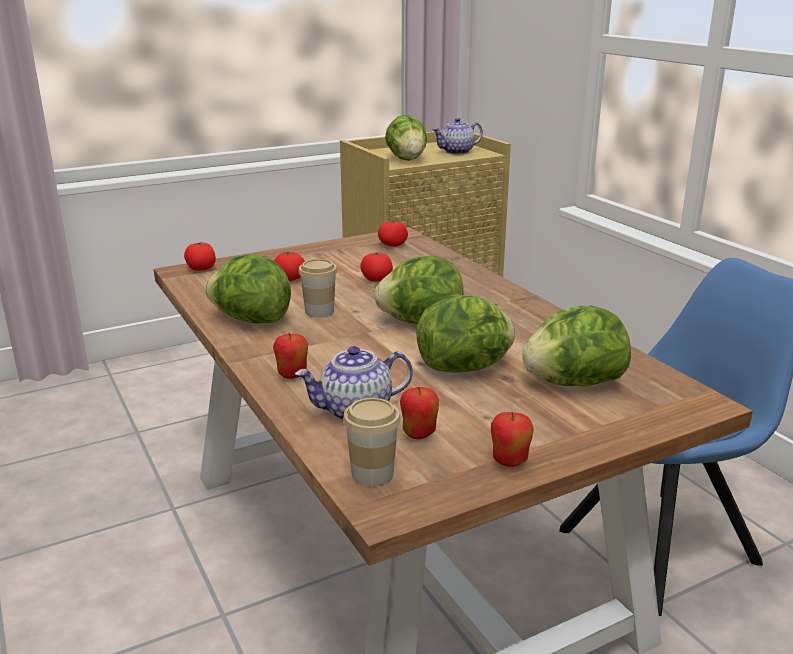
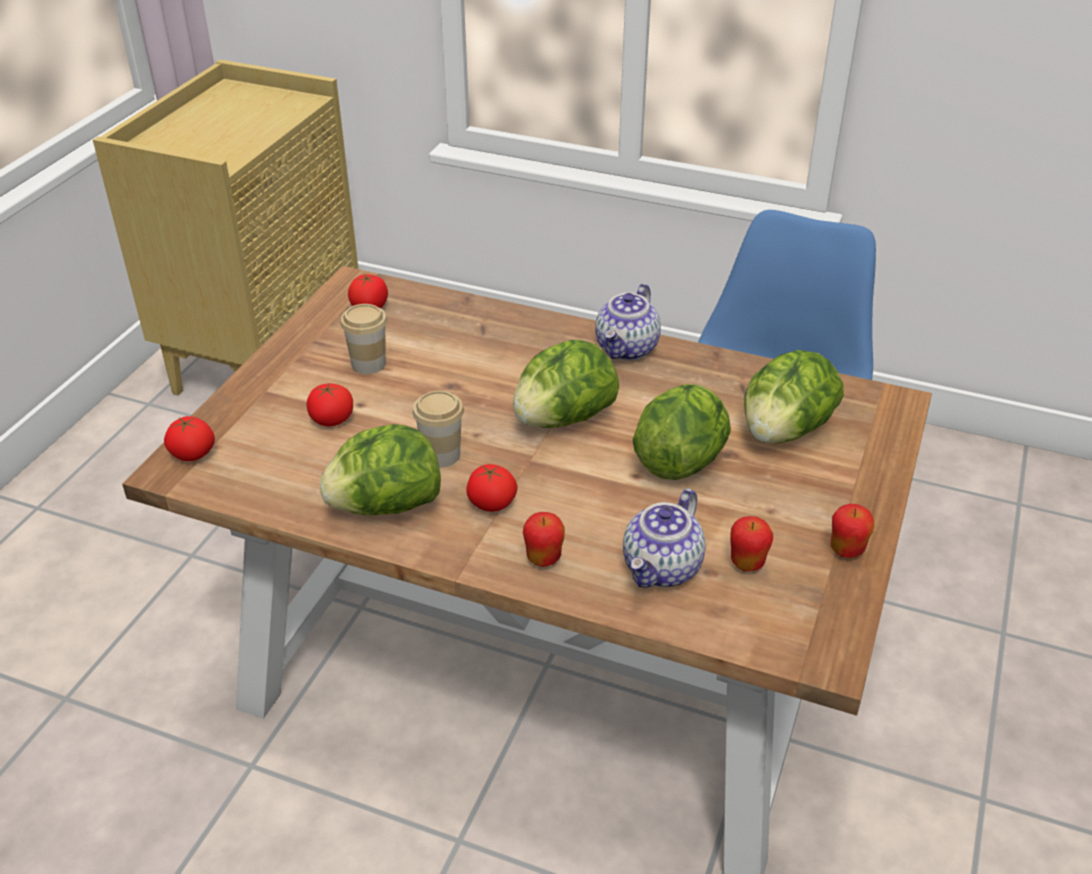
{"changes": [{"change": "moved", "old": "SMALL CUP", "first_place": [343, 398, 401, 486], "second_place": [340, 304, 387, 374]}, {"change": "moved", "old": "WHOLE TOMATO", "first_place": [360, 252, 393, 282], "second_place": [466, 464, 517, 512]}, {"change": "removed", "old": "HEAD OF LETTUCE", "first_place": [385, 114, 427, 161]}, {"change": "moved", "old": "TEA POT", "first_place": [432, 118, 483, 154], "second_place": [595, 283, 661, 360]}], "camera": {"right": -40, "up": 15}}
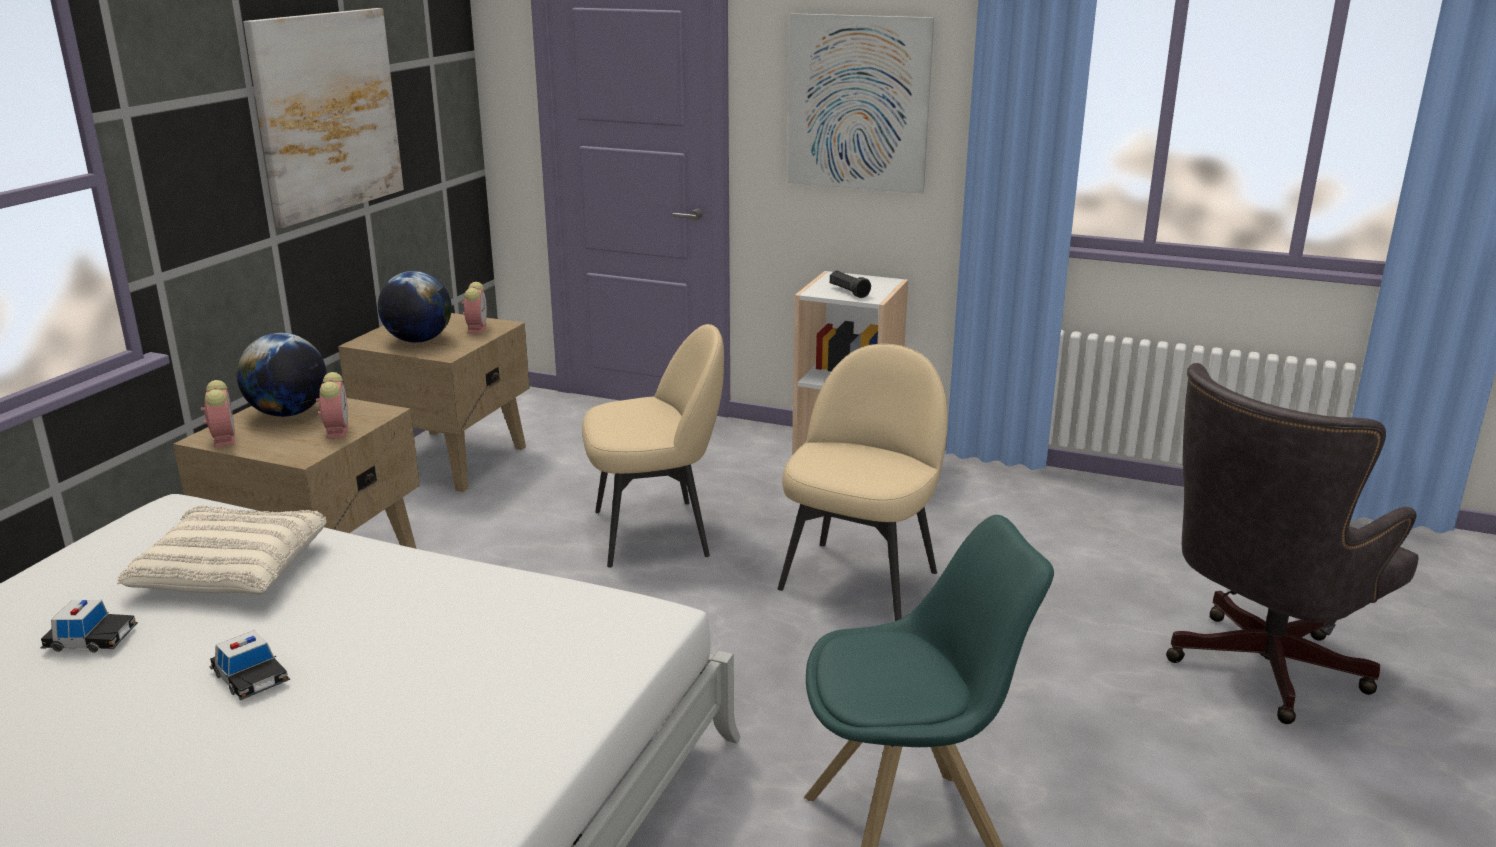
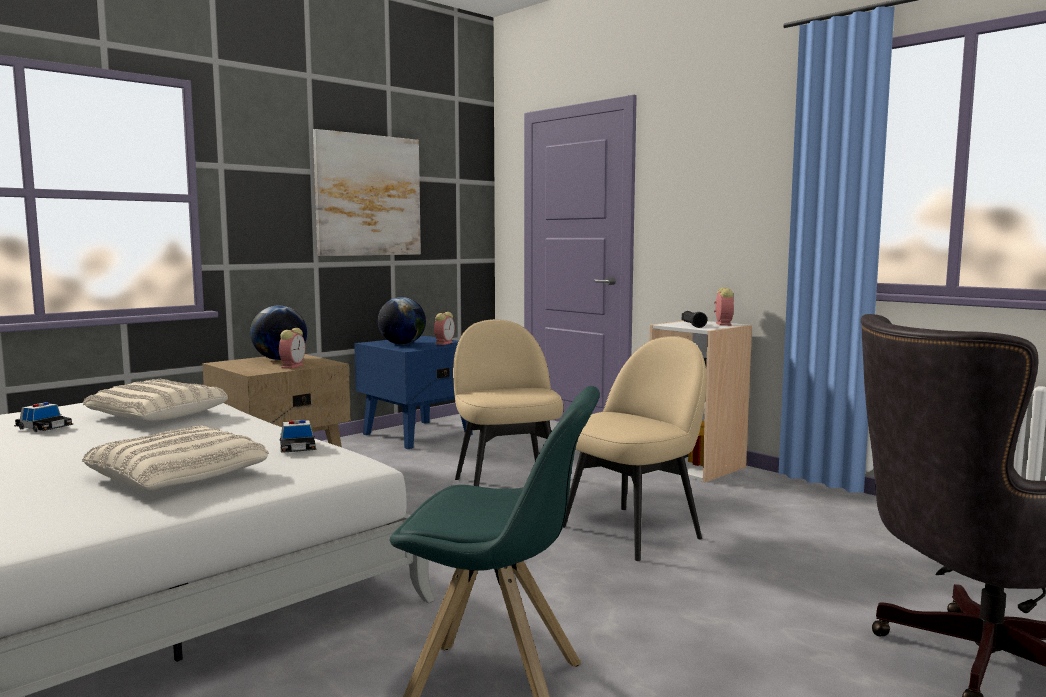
{"changes": [{"change": "moved", "old": "TABLE CLOCK", "first_place": [201, 380, 235, 448], "second_place": [714, 287, 734, 326]}, {"change": "moved", "old": "TOY CAR", "first_place": [209, 630, 290, 700], "second_place": [280, 420, 316, 453]}, {"change": "recoloured", "old": "BEIGE-COLOURED BEDSIDE TABLE", "new": "BLUE-COLOURED BEDSIDE TABLE", "first_place": [338, 313, 530, 492], "second_place": [354, 336, 473, 449]}, {"change": "turned", "old": "BEIGE-COLOURED UPRIGHT CHAIR", "first_place": [582, 324, 724, 568], "second_place": [453, 319, 563, 486], "degrees": -120}, {"change": "removed", "old": "WALL ART", "first_place": [788, 13, 934, 194]}, {"change": "added", "new": "BEIGE-COLOURED THROW PILLOW", "second_place": [82, 425, 269, 491]}], "camera": {"right": 25, "up": -15}}
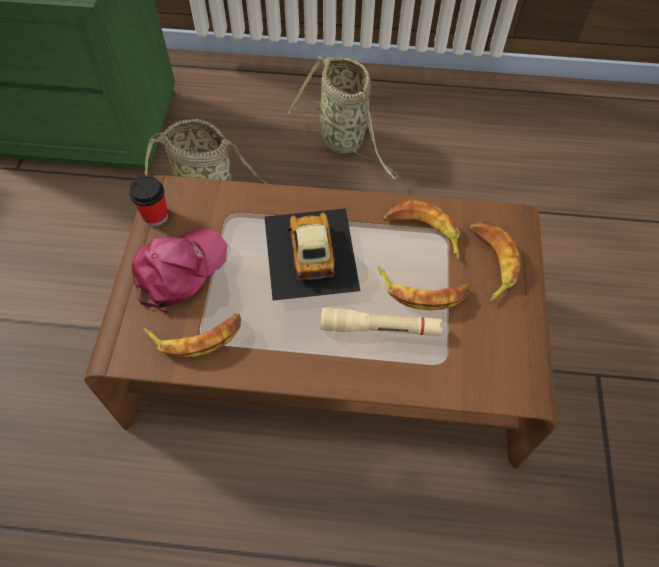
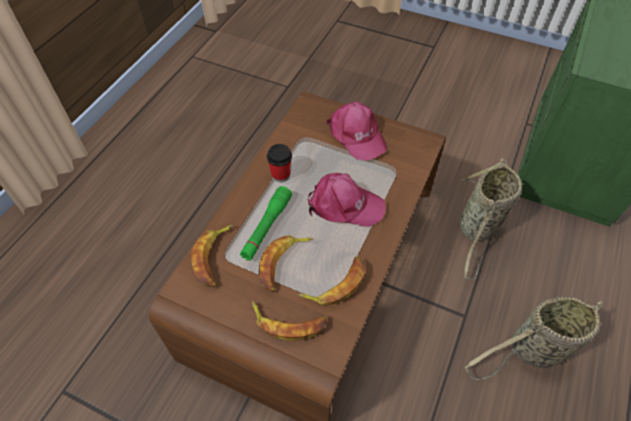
{"changes": [{"change": "moved", "old": "SMALL CUP", "first_place": [129, 175, 168, 226], "second_place": [267, 144, 292, 182]}, {"change": "moved", "old": "BANANA FRUIT", "first_place": [143, 313, 241, 358], "second_place": [191, 225, 233, 287]}, {"change": "replaced", "old": "TOY CAR", "new": "PINKISH BASEBALL CAP", "first_place": [265, 208, 360, 301], "second_place": [308, 173, 386, 227]}, {"change": "recoloured", "old": "BEIGE-COLOURED FLASHLIGHT", "new": "GREENISH FLASHLIGHT", "first_place": [321, 307, 442, 336], "second_place": [240, 186, 292, 261]}], "camera": {"right": 110, "up": -5}}
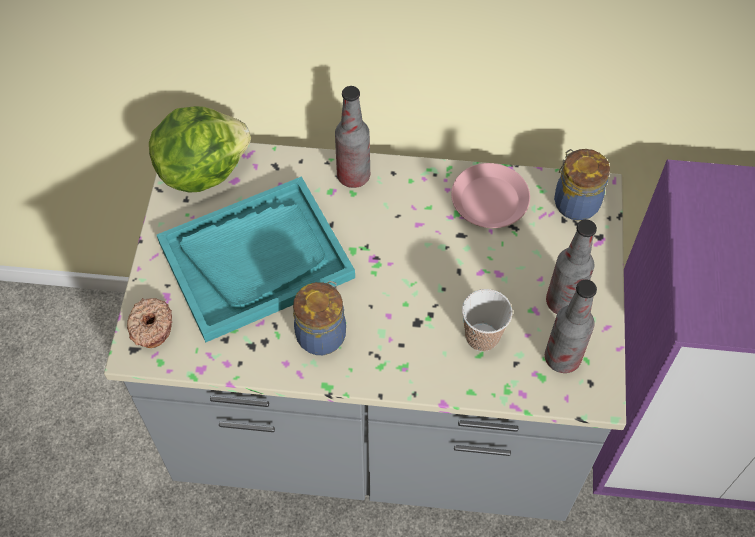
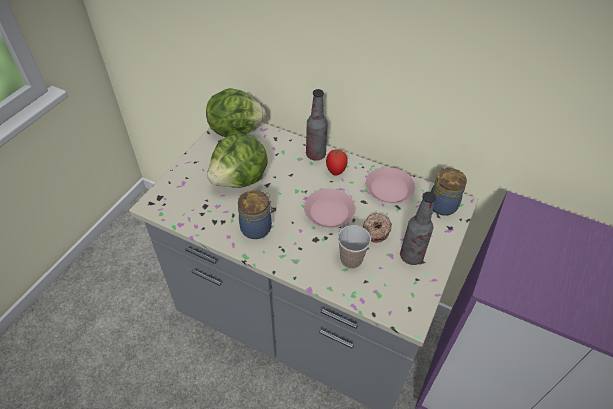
{"changes": [{"change": "moved", "old": "RING DOUGHNUT", "first_place": [127, 298, 172, 348], "second_place": [363, 213, 392, 243]}, {"change": "replaced", "old": "TURQUOISE SERVING TRAY", "new": "HEAD OF LETTUCE", "first_place": [157, 177, 355, 342], "second_place": [207, 134, 268, 188]}, {"change": "removed", "old": "DRINK BOTTLE", "first_place": [545, 280, 597, 373]}, {"change": "added", "new": "PINKISH DINNER PLATE", "second_place": [304, 189, 355, 228]}, {"change": "added", "new": "WHOLE TOMATO", "second_place": [326, 149, 348, 176]}], "camera": {"right": 20, "up": -10}}
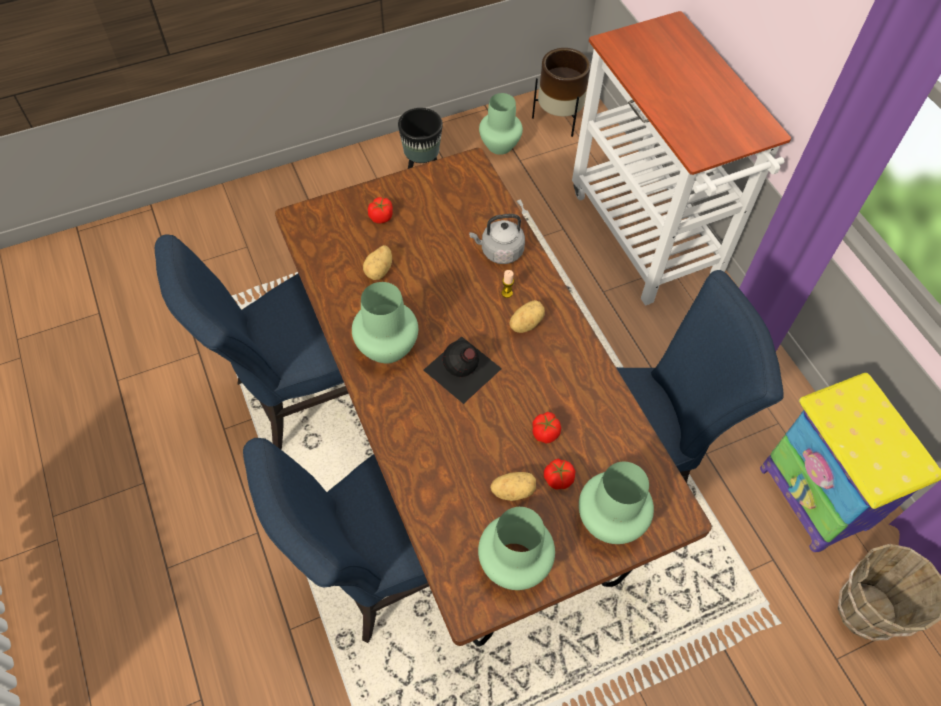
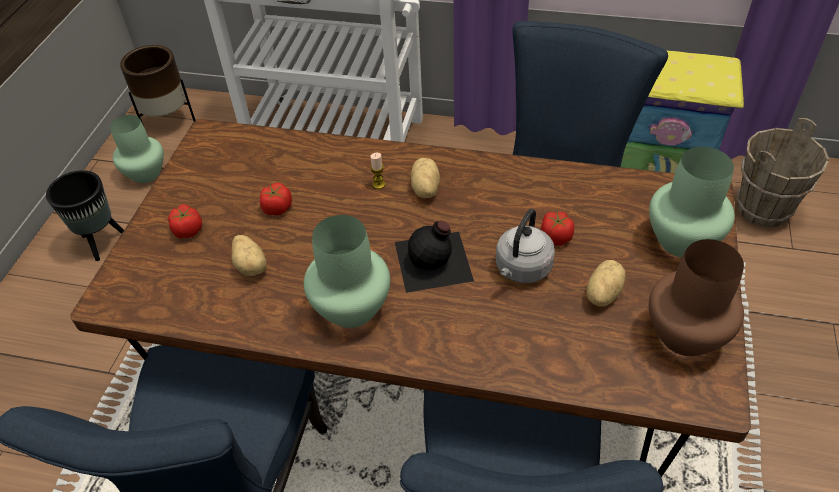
{"changes": [{"change": "moved", "old": "GREYISH TEA KETTLE", "first_place": [469, 214, 525, 264], "second_place": [496, 208, 555, 283]}, {"change": "recoloured", "old": "GREENISH DECORATIVE VASE", "new": "BROWN DECORATIVE VASE", "first_place": [478, 507, 555, 590], "second_place": [649, 239, 744, 356]}, {"change": "moved", "old": "WHOLE TOMATO", "first_place": [544, 458, 575, 490], "second_place": [260, 183, 292, 215]}], "camera": {"right": -50, "up": -10}}
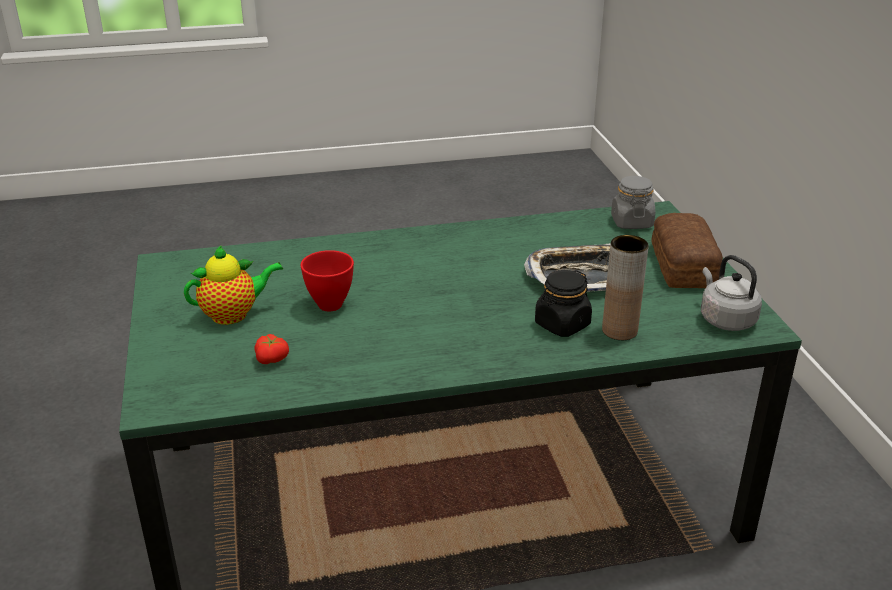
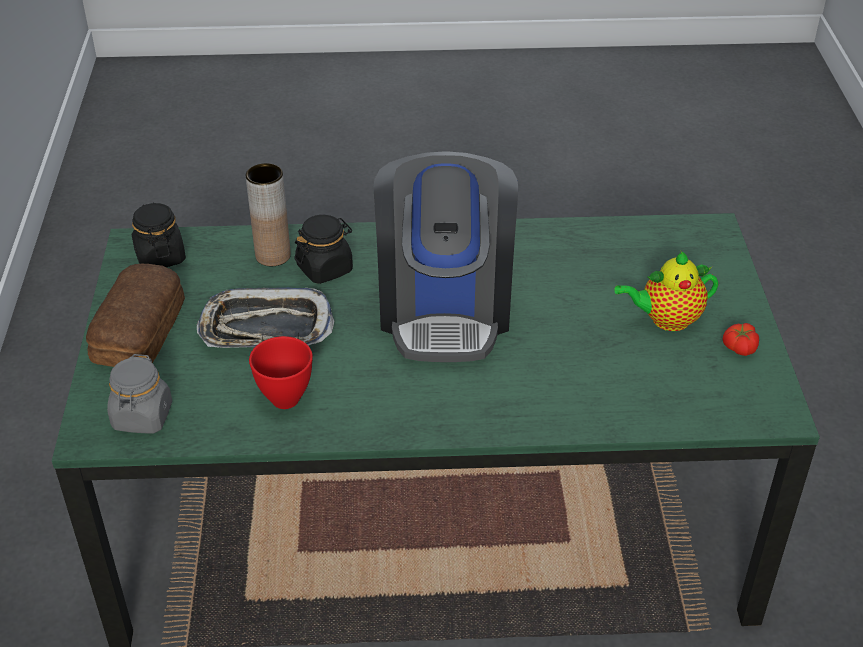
{"changes": [{"change": "moved", "old": "WHOLE TOMATO", "first_place": [255, 334, 289, 364], "second_place": [723, 323, 759, 356]}, {"change": "moved", "old": "RED-COLOURED DEEP DISH", "first_place": [300, 250, 354, 311], "second_place": [249, 336, 313, 409]}, {"change": "replaced", "old": "GREYISH TEA KETTLE", "new": "BLACK STORAGE JAR", "first_place": [701, 255, 762, 331], "second_place": [132, 203, 186, 267]}, {"change": "added", "new": "COFFEE MACHINE", "second_place": [374, 151, 518, 362]}], "camera": {"right": -170, "up": 10}}
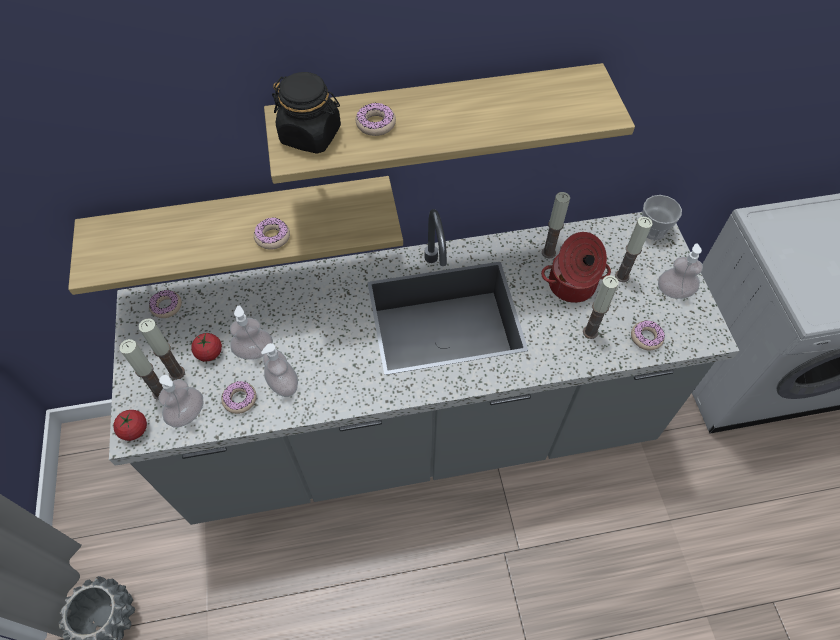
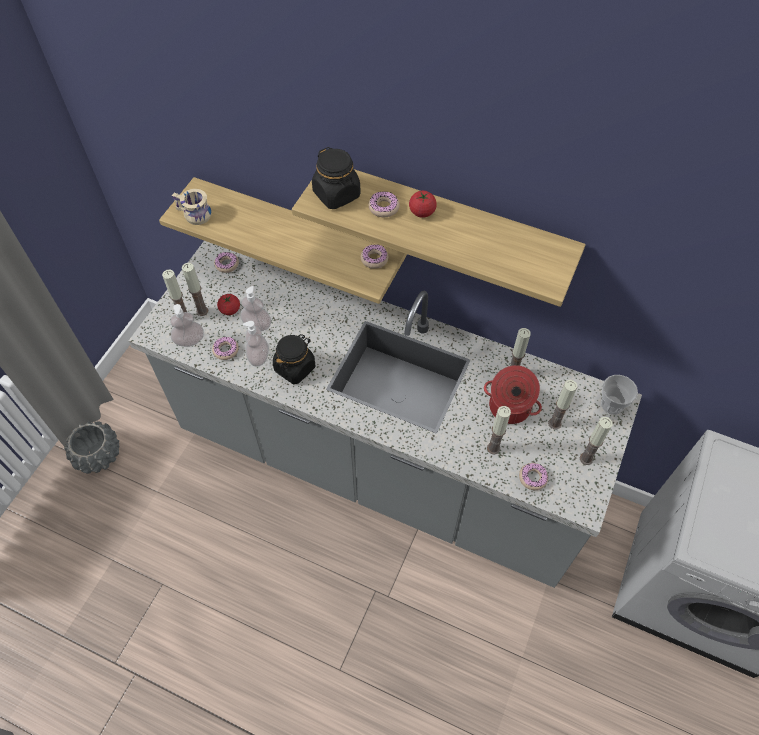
{"changes": [{"change": "moved", "old": "WHOLE TOMATO", "first_place": [113, 410, 147, 441], "second_place": [409, 191, 437, 218]}, {"change": "moved", "old": "RING DOUGHNUT", "first_place": [254, 218, 290, 250], "second_place": [361, 244, 388, 269]}, {"change": "replaced", "old": "SOAP BOTTLE", "new": "WAX CANDLE", "first_place": [658, 243, 703, 299], "second_place": [580, 417, 613, 465]}, {"change": "added", "new": "BEIGE-COLOURED MUG", "second_place": [172, 189, 211, 225]}, {"change": "added", "new": "BLACK STORAGE JAR", "second_place": [273, 334, 315, 384]}], "camera": {"right": 35, "up": 0}}
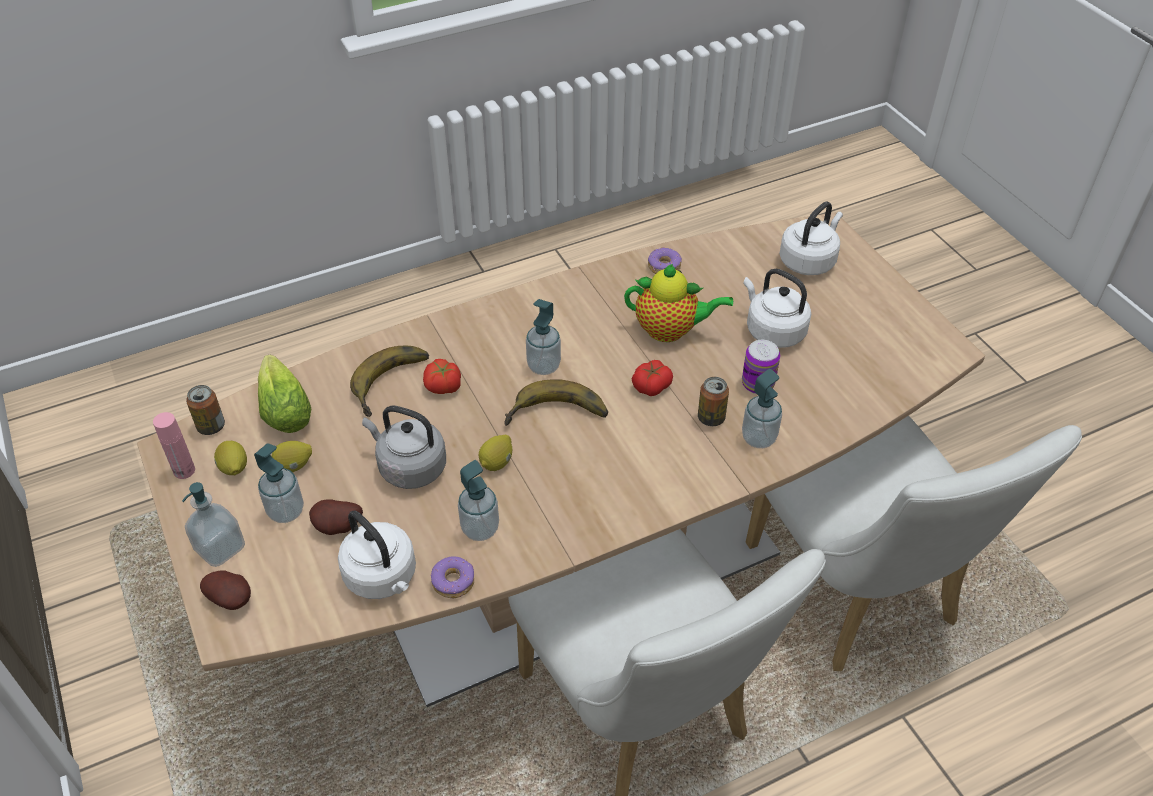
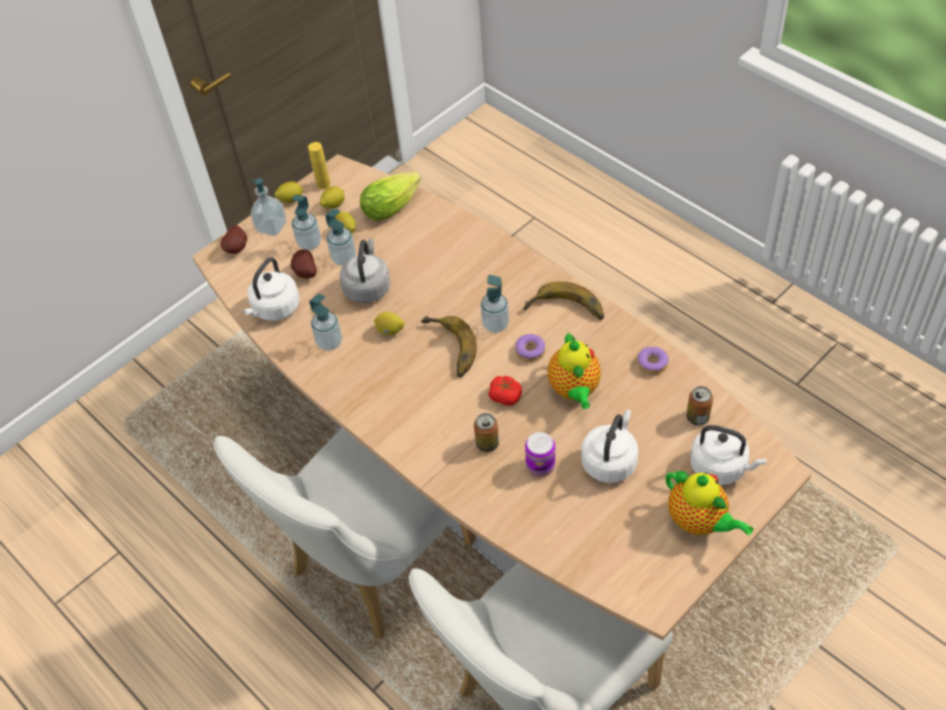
{"changes": [{"change": "recoloured", "old": "PINKISH DRINK BOTTLE", "new": "YELLOW DRINK BOTTLE", "first_place": [153, 412, 195, 479], "second_place": [308, 142, 330, 189]}, {"change": "moved", "old": "METAL CAN", "first_place": [186, 385, 225, 435], "second_place": [686, 386, 713, 425]}, {"change": "moved", "old": "BANANA FRUIT", "first_place": [350, 346, 429, 417], "second_place": [523, 281, 604, 320]}, {"change": "removed", "old": "WHOLE TOMATO", "first_place": [423, 359, 461, 394]}, {"change": "moved", "old": "RING DOUGHNUT", "first_place": [431, 556, 474, 598], "second_place": [515, 334, 545, 362]}, {"change": "moved", "old": "SOAP BOTTLE", "first_place": [742, 369, 782, 448], "second_place": [325, 209, 356, 265]}, {"change": "added", "new": "WHOLE LEMON", "second_place": [275, 182, 303, 203]}, {"change": "added", "new": "TEA POT", "second_place": [665, 470, 753, 536]}], "camera": {"right": 75, "up": 5}}
